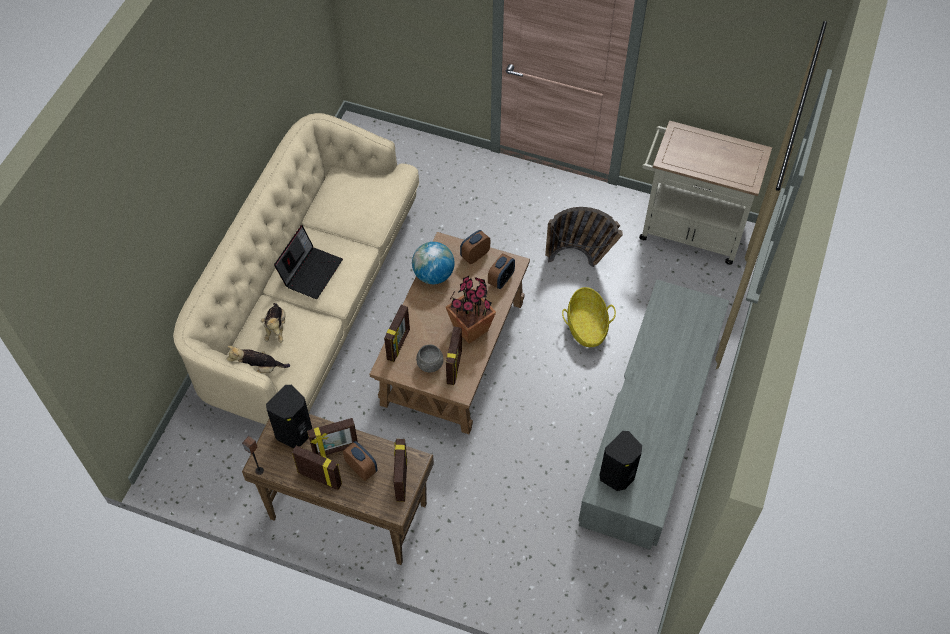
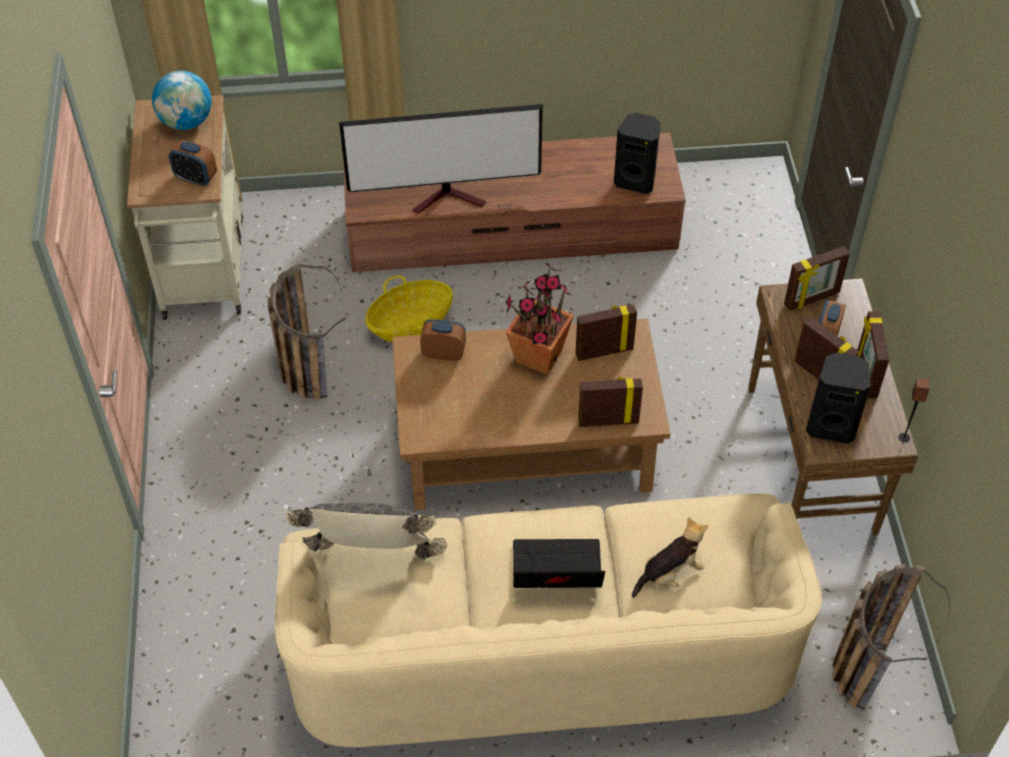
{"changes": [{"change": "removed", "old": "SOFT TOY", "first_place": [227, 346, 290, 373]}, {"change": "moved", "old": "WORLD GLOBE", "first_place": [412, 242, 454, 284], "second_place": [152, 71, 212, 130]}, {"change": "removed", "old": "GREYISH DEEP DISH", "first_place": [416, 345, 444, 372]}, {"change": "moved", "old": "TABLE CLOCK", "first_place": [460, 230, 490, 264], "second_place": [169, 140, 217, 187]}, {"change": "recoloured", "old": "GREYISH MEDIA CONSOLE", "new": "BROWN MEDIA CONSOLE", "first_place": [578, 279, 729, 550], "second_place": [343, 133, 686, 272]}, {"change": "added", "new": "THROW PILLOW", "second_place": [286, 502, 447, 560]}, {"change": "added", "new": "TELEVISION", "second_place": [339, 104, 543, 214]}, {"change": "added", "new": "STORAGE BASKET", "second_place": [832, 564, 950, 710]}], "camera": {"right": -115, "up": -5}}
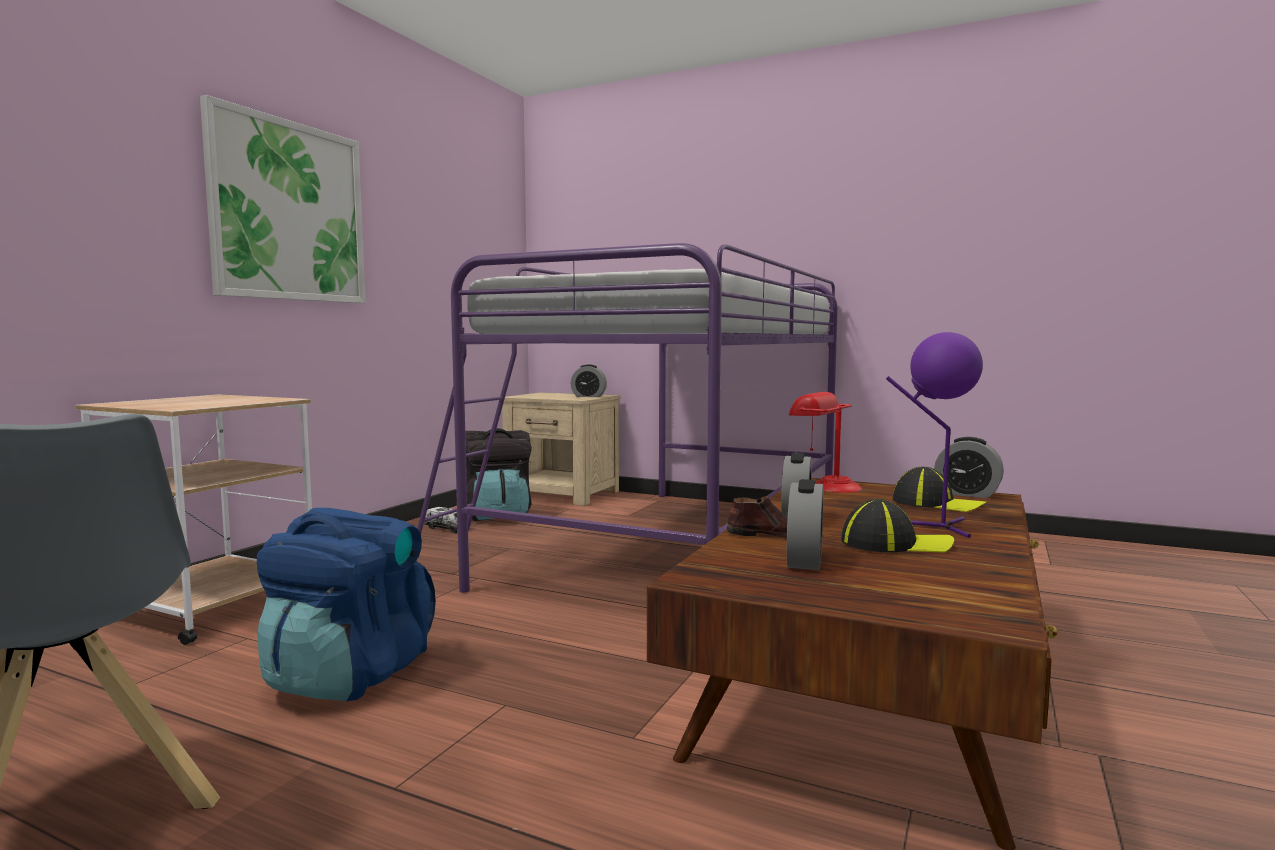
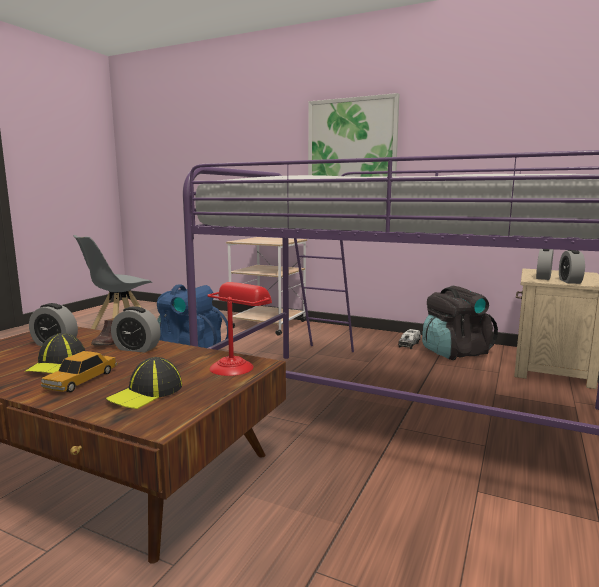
{"changes": [{"change": "replaced", "old": "PURPLE-COLOURED LAMP FOR A TABLE", "new": "TOY CAR", "first_place": [886, 332, 983, 538], "second_place": [41, 351, 118, 392]}, {"change": "moved", "old": "TABLE CLOCK", "first_place": [934, 437, 1004, 498], "second_place": [536, 249, 553, 280]}], "camera": {"right": 90, "up": 5}}
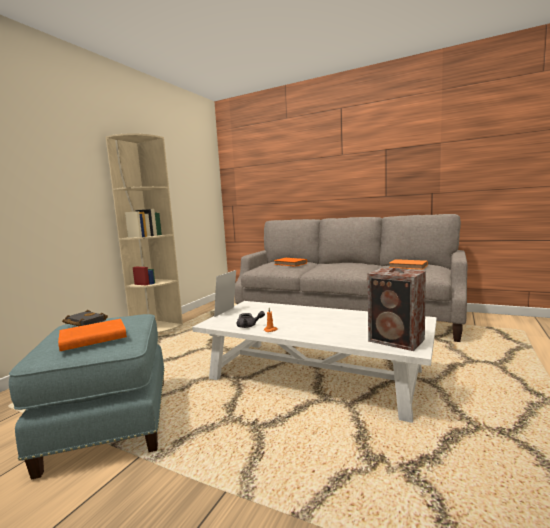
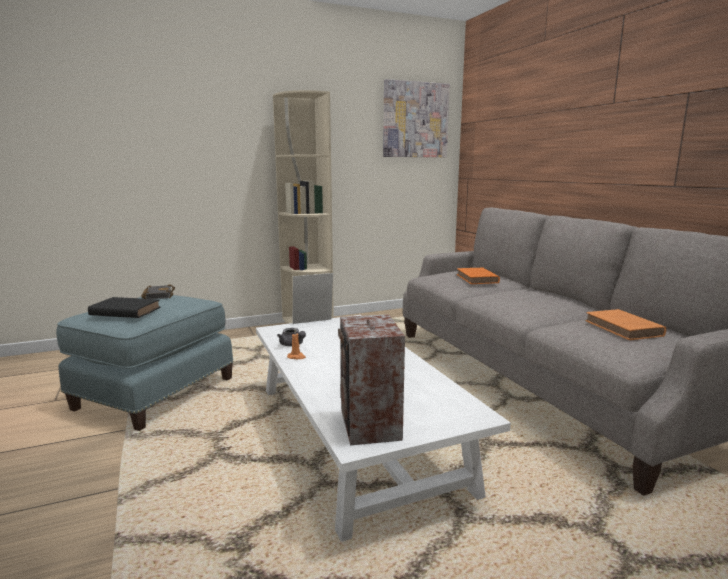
{"changes": [{"change": "recoloured", "old": "ORANGE-COLOURED BOUND BOOK", "new": "BLACK BOUND BOOK", "first_place": [58, 319, 127, 351], "second_place": [88, 297, 160, 318]}, {"change": "added", "new": "WALL ART", "second_place": [383, 79, 450, 157]}], "camera": {"right": 40, "up": 5}}
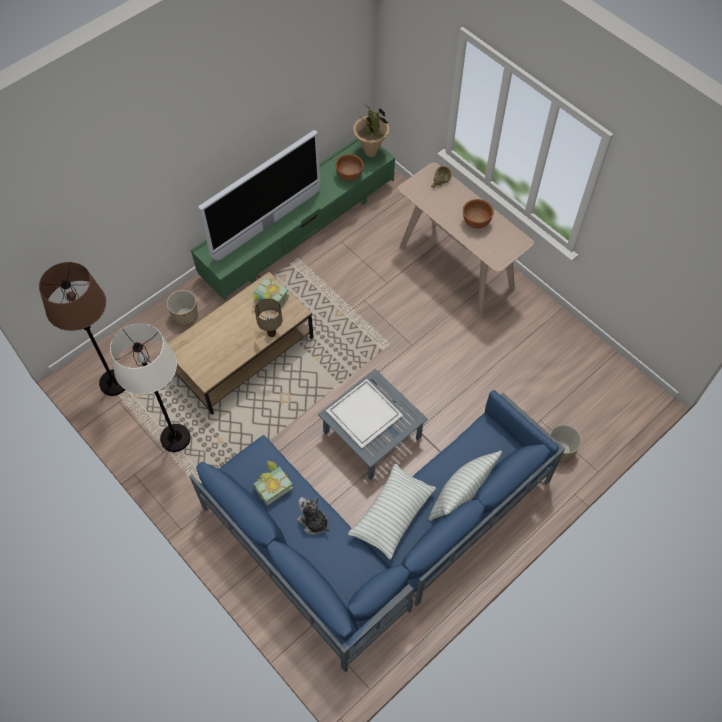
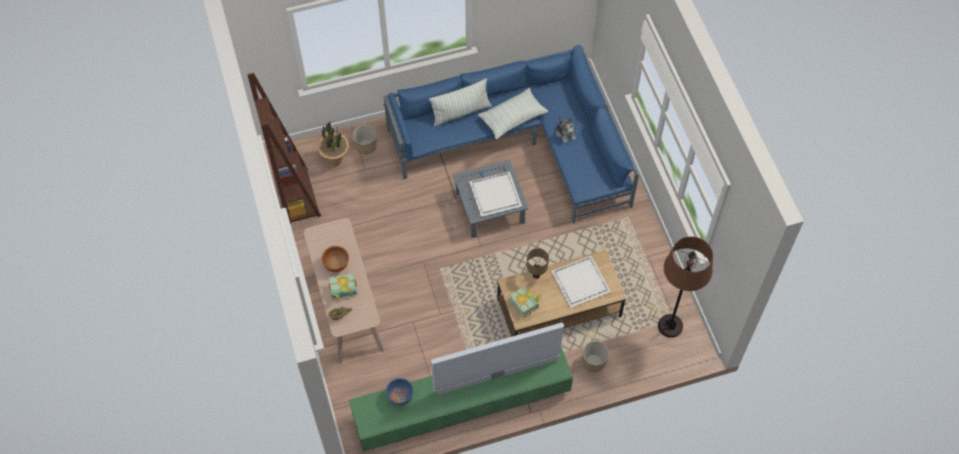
{"changes": [{"change": "removed", "old": "WHITE-COLOURED STANDARD LAMP", "first_place": [110, 323, 191, 452]}, {"change": "moved", "old": "BOUND BOOK", "first_place": [253, 461, 293, 506], "second_place": [329, 273, 357, 298]}, {"change": "recoloured", "old": "BROWN DEEP DISH", "new": "BLUE-COLOURED DEEP DISH", "first_place": [335, 154, 364, 181], "second_place": [386, 378, 414, 406]}, {"change": "moved", "old": "HOUSEPLANT", "first_place": [353, 106, 389, 157], "second_place": [318, 120, 349, 166]}, {"change": "added", "new": "BROWN BOOKCASE", "second_place": [247, 73, 321, 224]}, {"change": "added", "new": "WHITE-COLOURED SERVING TRAY", "second_place": [551, 256, 611, 308]}], "camera": {"right": -155, "up": 0}}
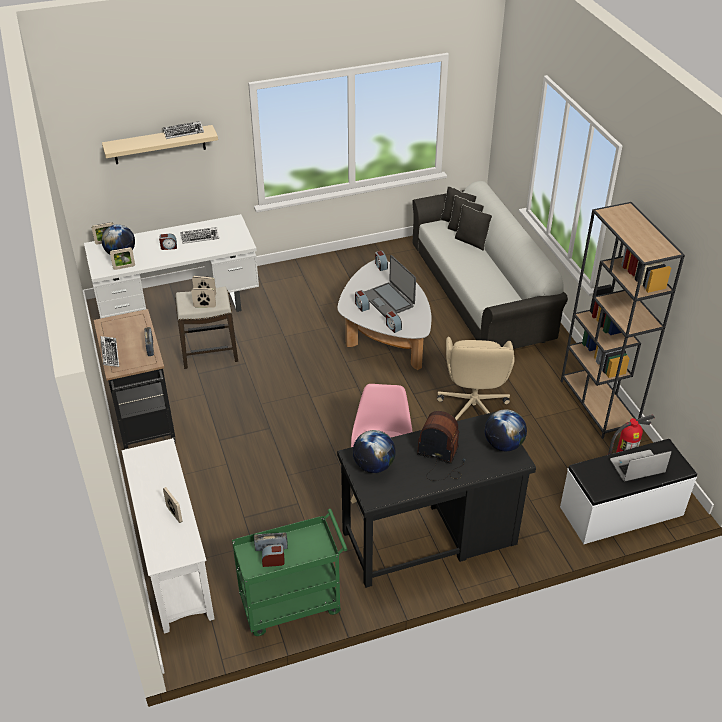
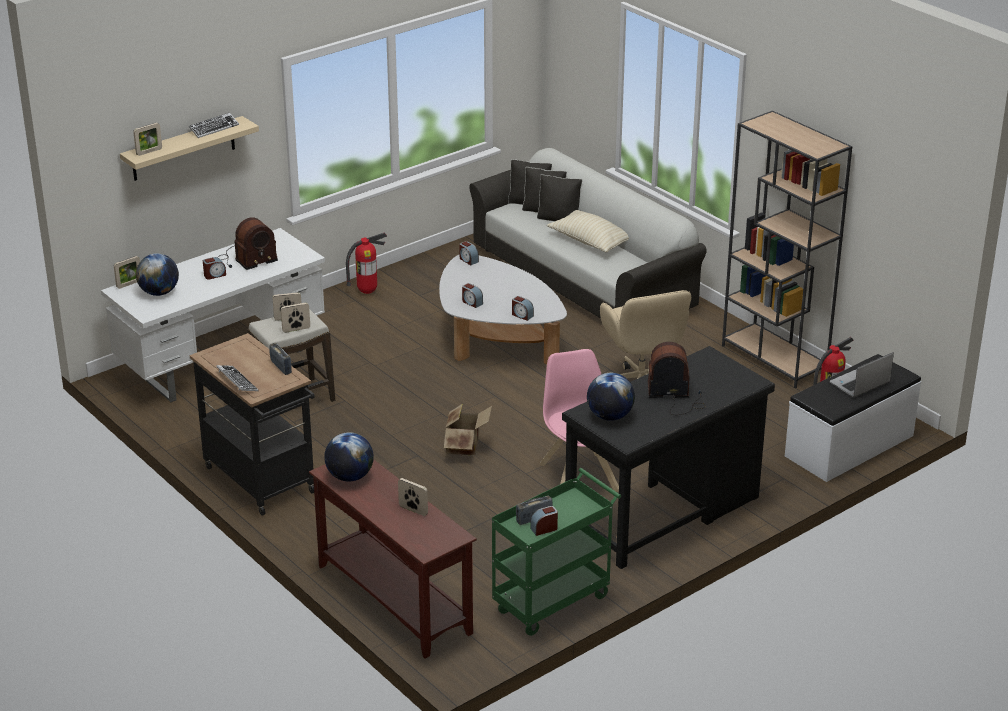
{"changes": [{"change": "moved", "old": "PICTURE FRAME", "first_place": [110, 247, 135, 270], "second_place": [133, 123, 162, 156]}, {"change": "recoloured", "old": "WHITE-COLOURED NARROW TABLE", "new": "BROWN NARROW TABLE", "first_place": [122, 438, 215, 634], "second_place": [309, 459, 477, 658]}, {"change": "replaced", "old": "KEYBOARD", "new": "RADIO RECEIVER", "first_place": [180, 227, 219, 244], "second_place": [218, 217, 278, 270]}, {"change": "removed", "old": "NOTEBOOK COMPUTER", "first_place": [364, 255, 416, 318]}, {"change": "moved", "old": "WORLD GLOBE", "first_place": [485, 409, 527, 451], "second_place": [324, 432, 374, 482]}, {"change": "added", "new": "FIRE EXTINGUISHER", "second_place": [346, 233, 387, 294]}, {"change": "added", "new": "PACKING BOX", "second_place": [444, 404, 492, 455]}, {"change": "added", "new": "BEIGE-COLOURED THROW PILLOW", "second_place": [547, 210, 629, 252]}], "camera": {"right": -20, "up": -10}}
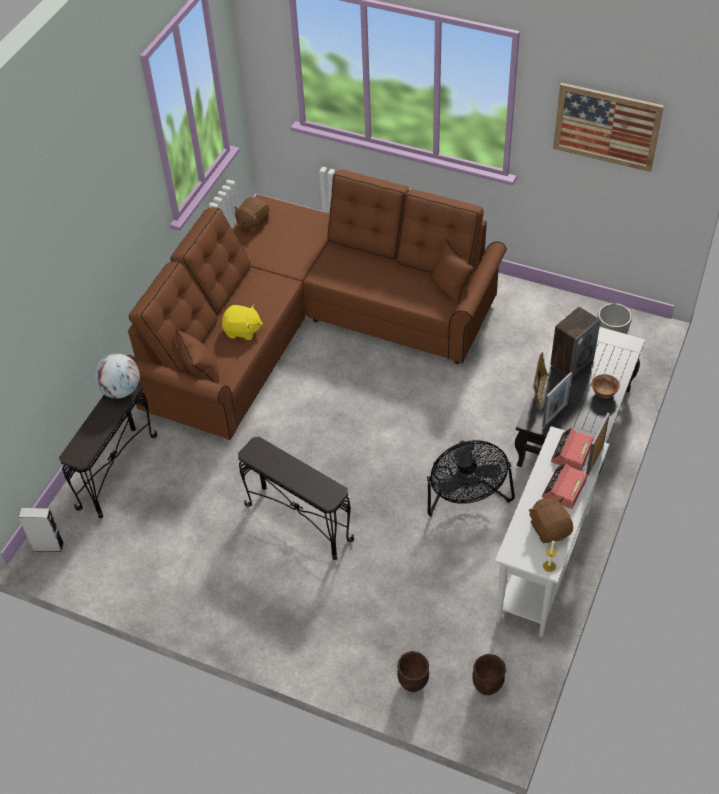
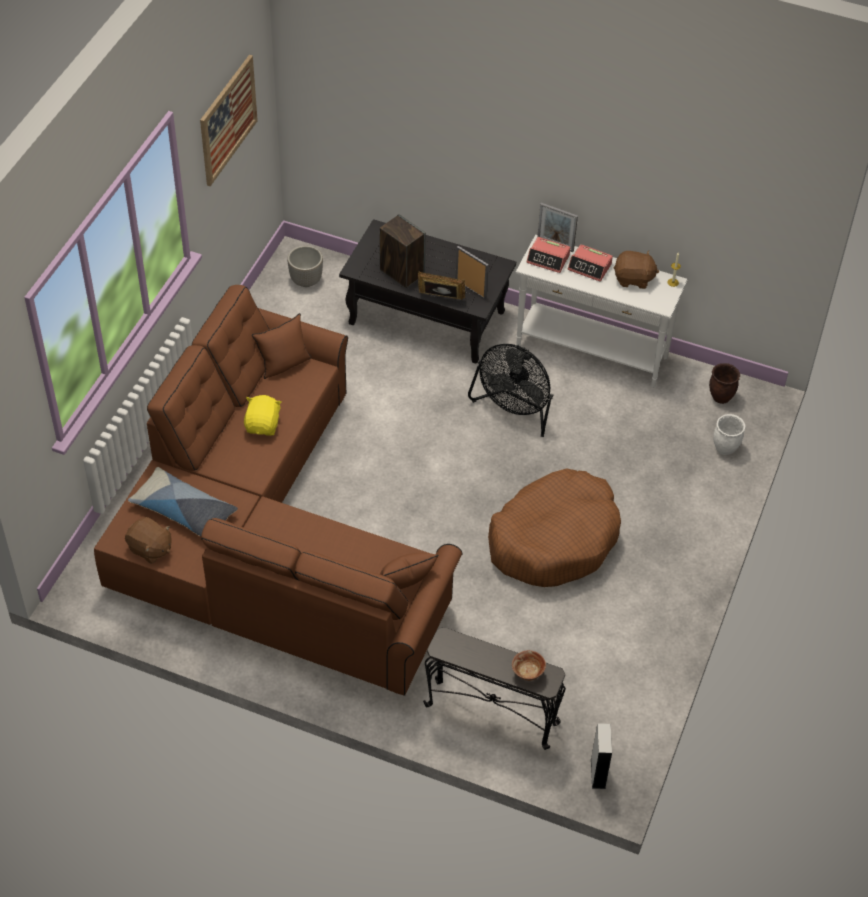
{"changes": [{"change": "removed", "old": "WORLD GLOBE", "first_place": [94, 354, 140, 398]}, {"change": "moved", "old": "YELLOW SOFT TOY", "first_place": [222, 305, 263, 340], "second_place": [244, 395, 282, 436]}, {"change": "replaced", "old": "BLACK ACCENT TABLE", "new": "BROWN DOG BED", "first_place": [238, 437, 354, 560], "second_place": [488, 468, 621, 587]}, {"change": "recoloured", "old": "BROWN FLOWER POT", "new": "WHITE-COLOURED FLOWER POT", "first_place": [397, 651, 429, 692], "second_place": [713, 414, 746, 455]}, {"change": "turned", "old": "BLACK ELECTRIC FAN", "first_place": [427, 439, 515, 517], "second_place": [468, 344, 553, 437], "degrees": 135}, {"change": "turned", "old": "BROWN SOFT TOY", "first_place": [529, 497, 573, 543], "second_place": [614, 250, 659, 289], "degrees": -150}, {"change": "moved", "old": "DEEP DISH", "first_place": [591, 374, 620, 399], "second_place": [512, 650, 546, 681]}, {"change": "added", "new": "THROW PILLOW", "second_place": [128, 467, 238, 537]}], "camera": {"right": -95, "up": 0}}
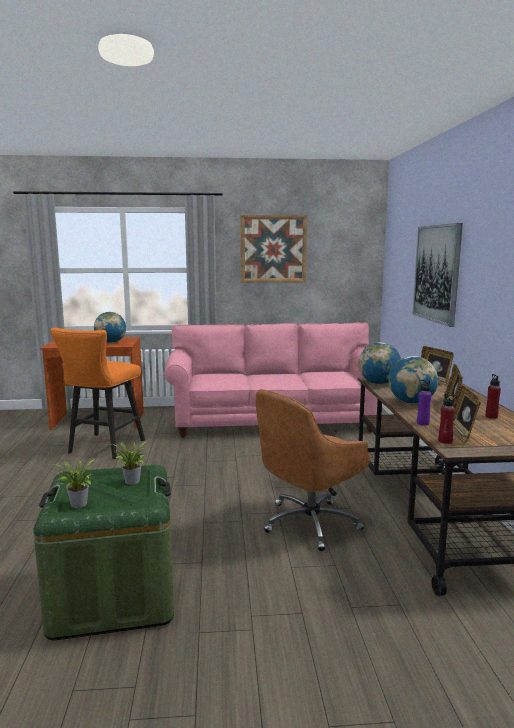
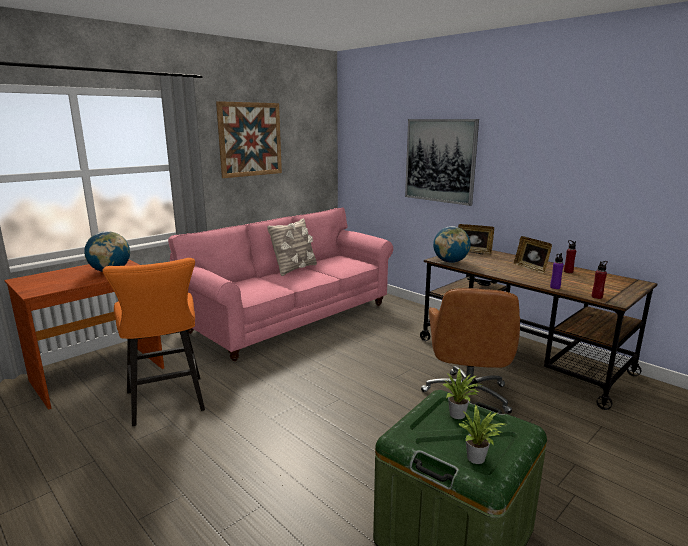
{"changes": [{"change": "removed", "old": "WORLD GLOBE", "first_place": [389, 356, 438, 404]}, {"change": "removed", "old": "PICTURE FRAME", "first_place": [453, 384, 481, 443]}, {"change": "added", "new": "BEIGE-COLOURED THROW PILLOW", "second_place": [267, 219, 317, 276]}], "camera": {"right": -40, "up": 5}}
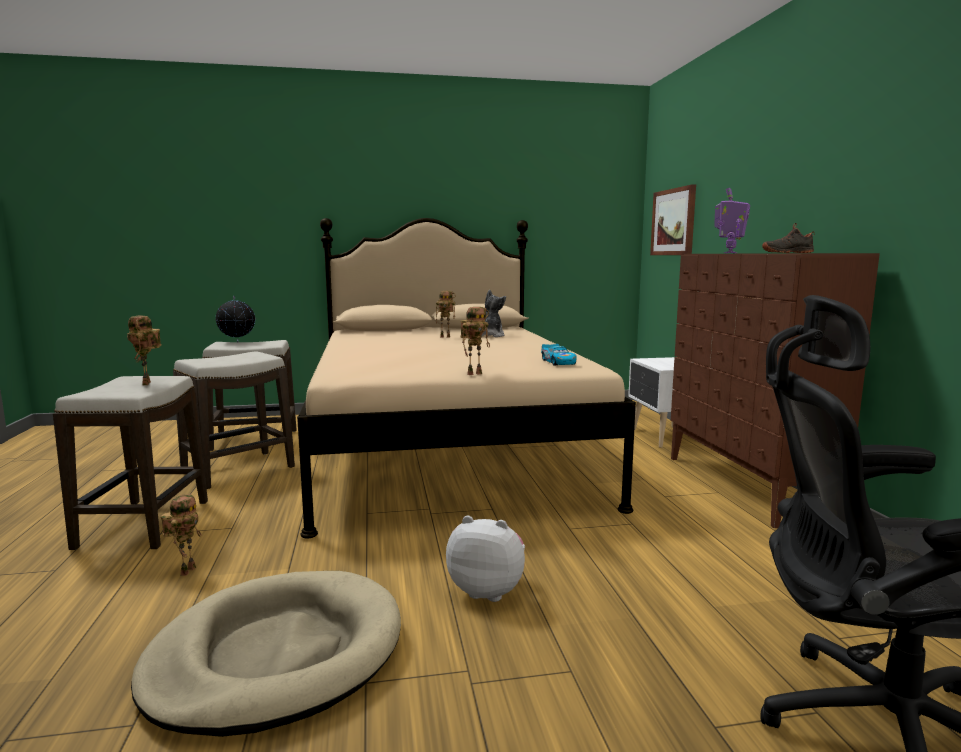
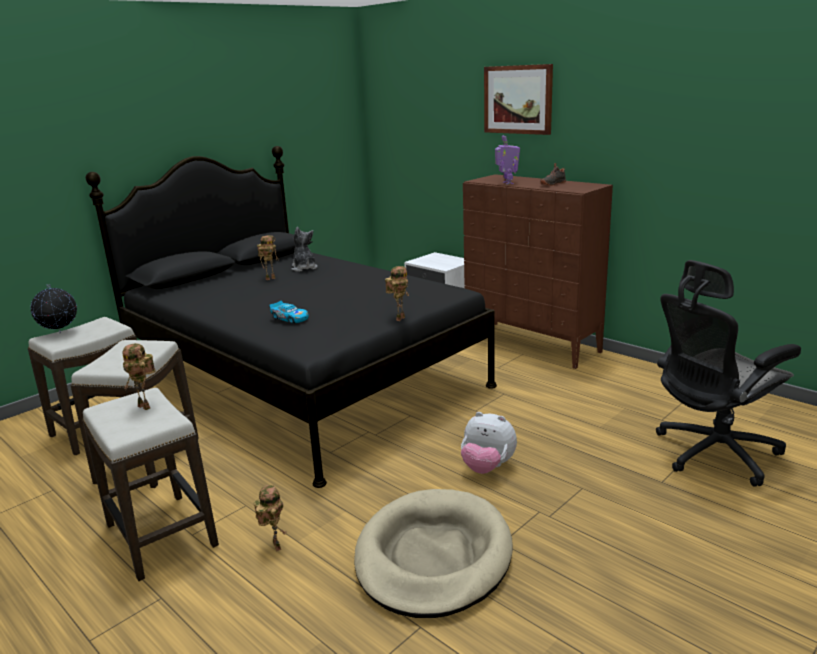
{"changes": [{"change": "recoloured", "old": "BEIGE-COLOURED SLEEPING BED", "new": "BLACK SLEEPING BED", "first_place": [297, 218, 636, 539], "second_place": [86, 146, 497, 488]}, {"change": "turned", "old": "SOFT TOY", "first_place": [446, 516, 525, 602], "second_place": [461, 412, 517, 474], "degrees": -135}, {"change": "moved", "old": "TOY CAR", "first_place": [541, 344, 577, 365], "second_place": [269, 301, 309, 324]}, {"change": "moved", "old": "WALL ART", "first_place": [650, 184, 696, 255], "second_place": [484, 64, 553, 135]}], "camera": {"right": -35, "up": 10}}
